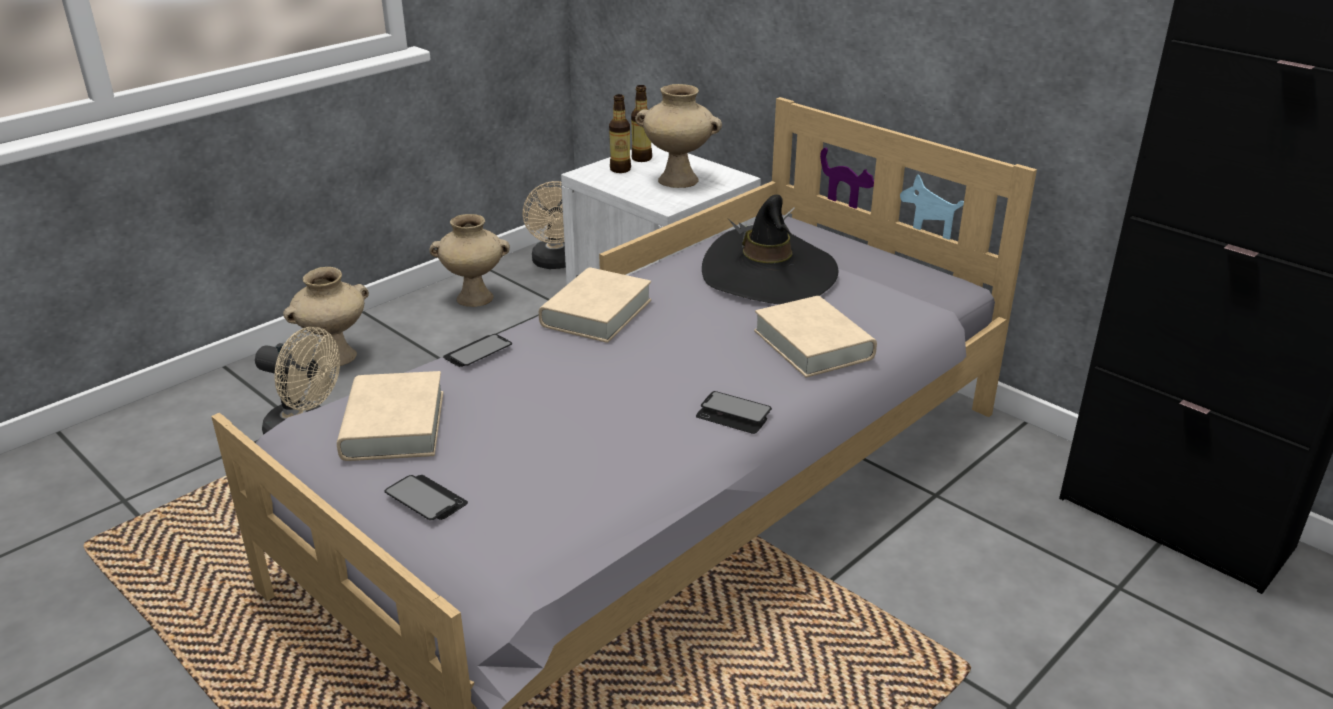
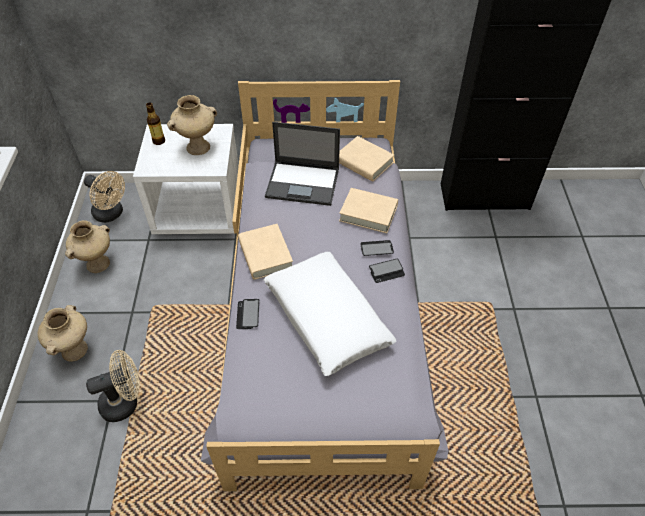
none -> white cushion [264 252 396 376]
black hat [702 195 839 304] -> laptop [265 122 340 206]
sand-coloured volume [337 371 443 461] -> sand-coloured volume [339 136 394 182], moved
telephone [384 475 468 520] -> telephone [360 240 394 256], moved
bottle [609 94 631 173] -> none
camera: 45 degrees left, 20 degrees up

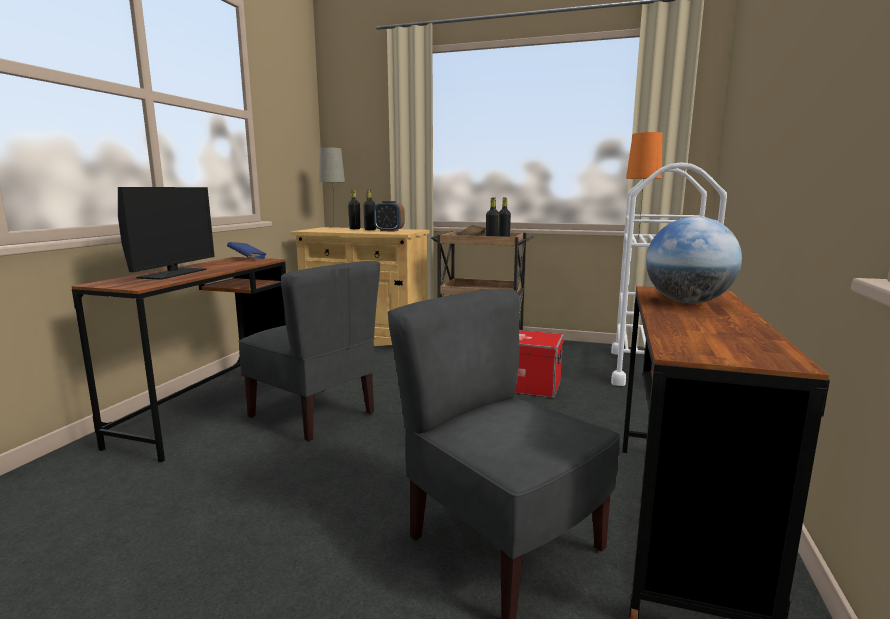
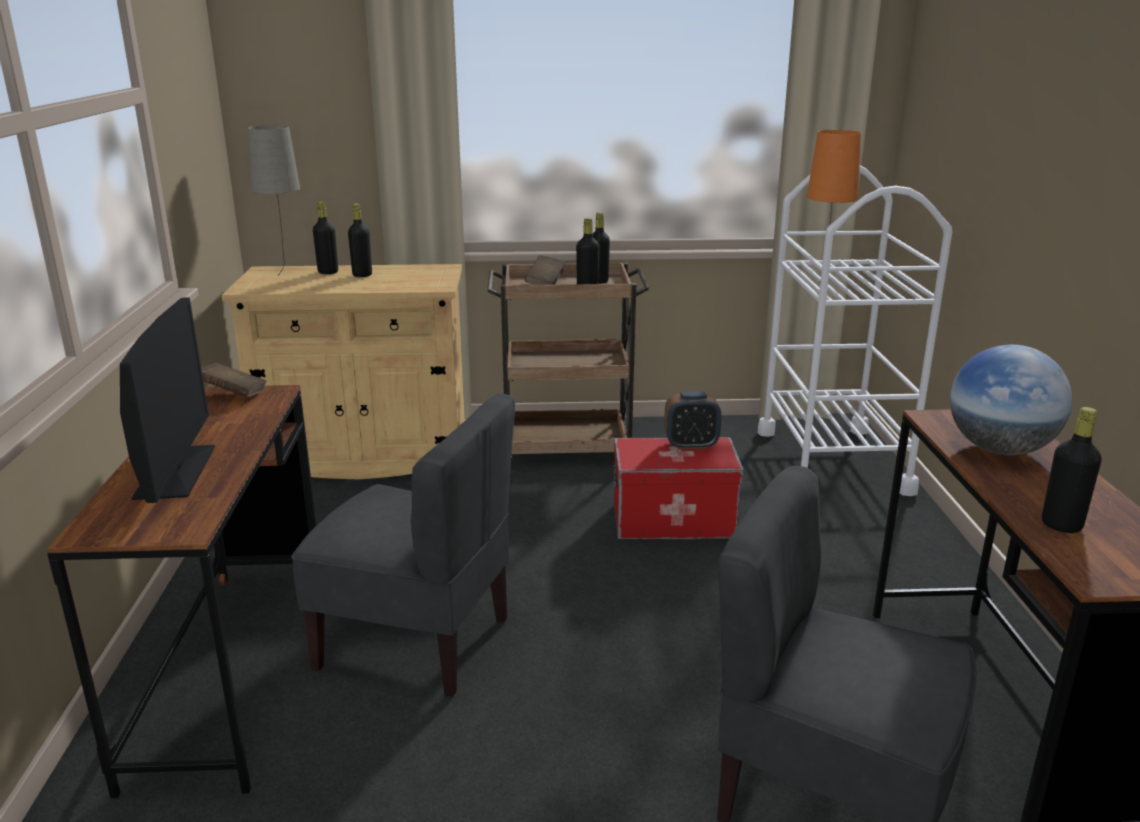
blue-coloured volume [227 242 266 259] -> brown volume [201 363 267 397]
table clock [374 201 405 232] -> table clock [664 391 721 450], moved
none -> black bottle [1042 407 1102 533]
camera: 20 degrees left, 10 degrees up

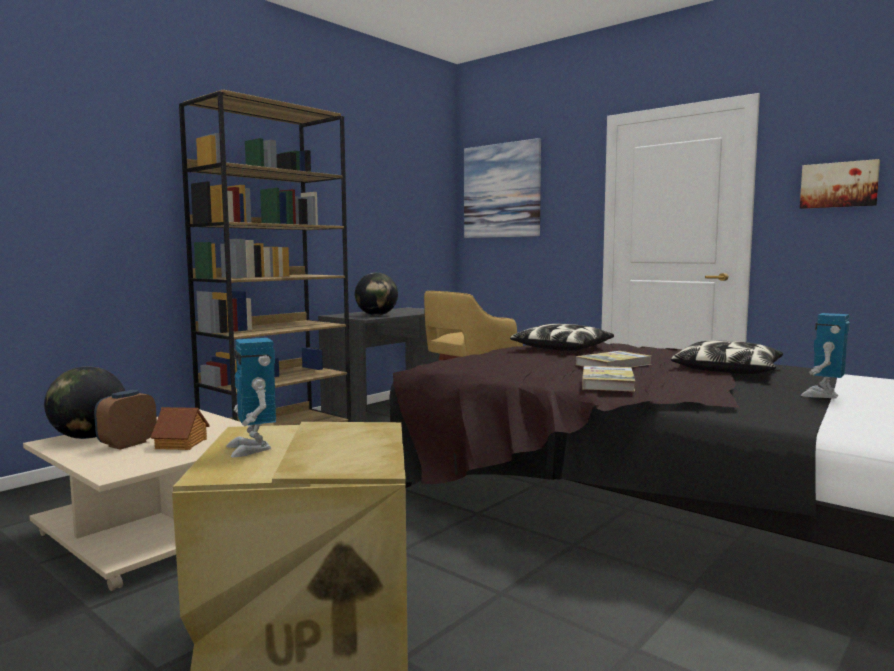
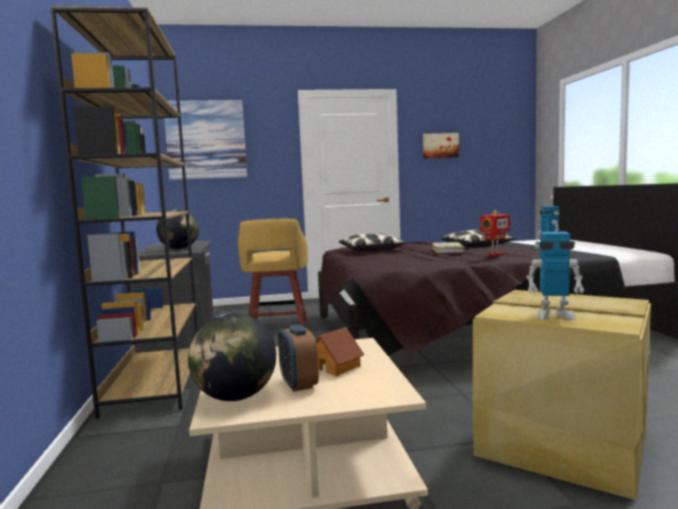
volume [582 366 635 392] -> robot figure [480 210 510 256]
camera: 50 degrees left, 0 degrees up

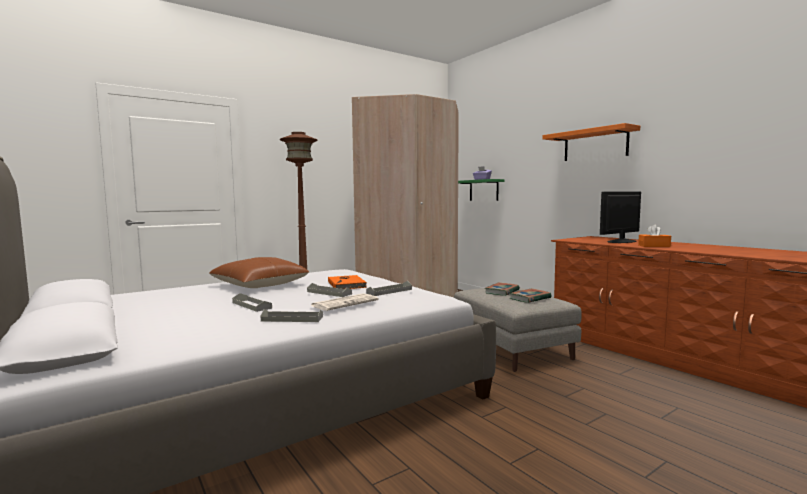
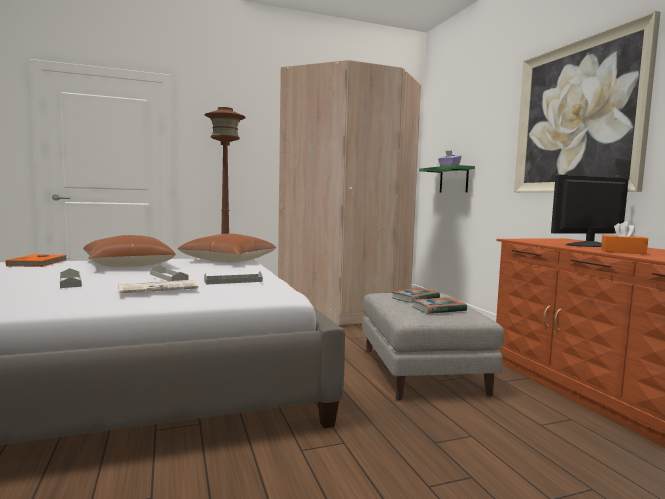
orange-coloured volume [328 275 367 289] -> orange-coloured volume [5 254 69 267], moved
none -> brown cushion [178 233 277 262]
orange-coloured shelf [542 123 640 161] -> wall picture [514 11 661 192]
gray serving tray [260 309 323 322] -> none
camera: 15 degrees right, 0 degrees up

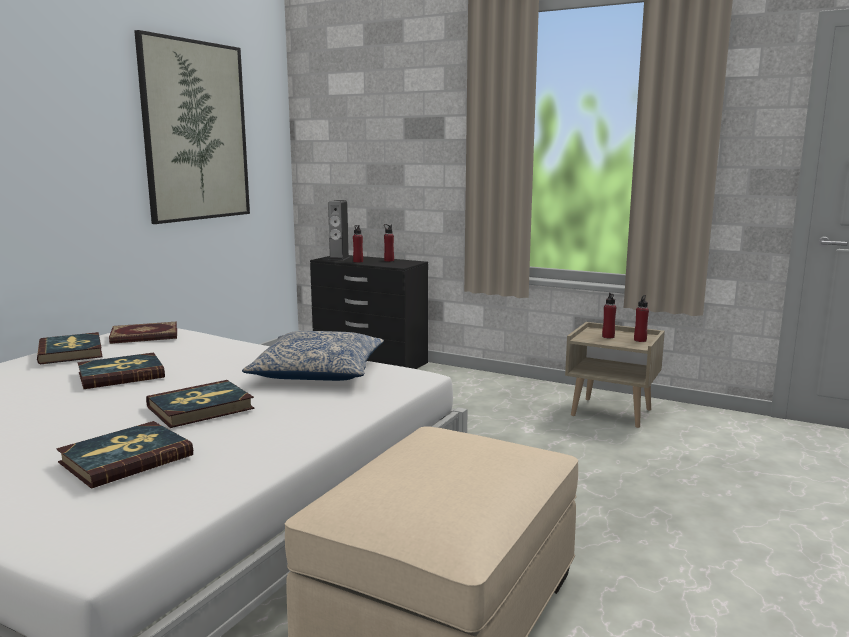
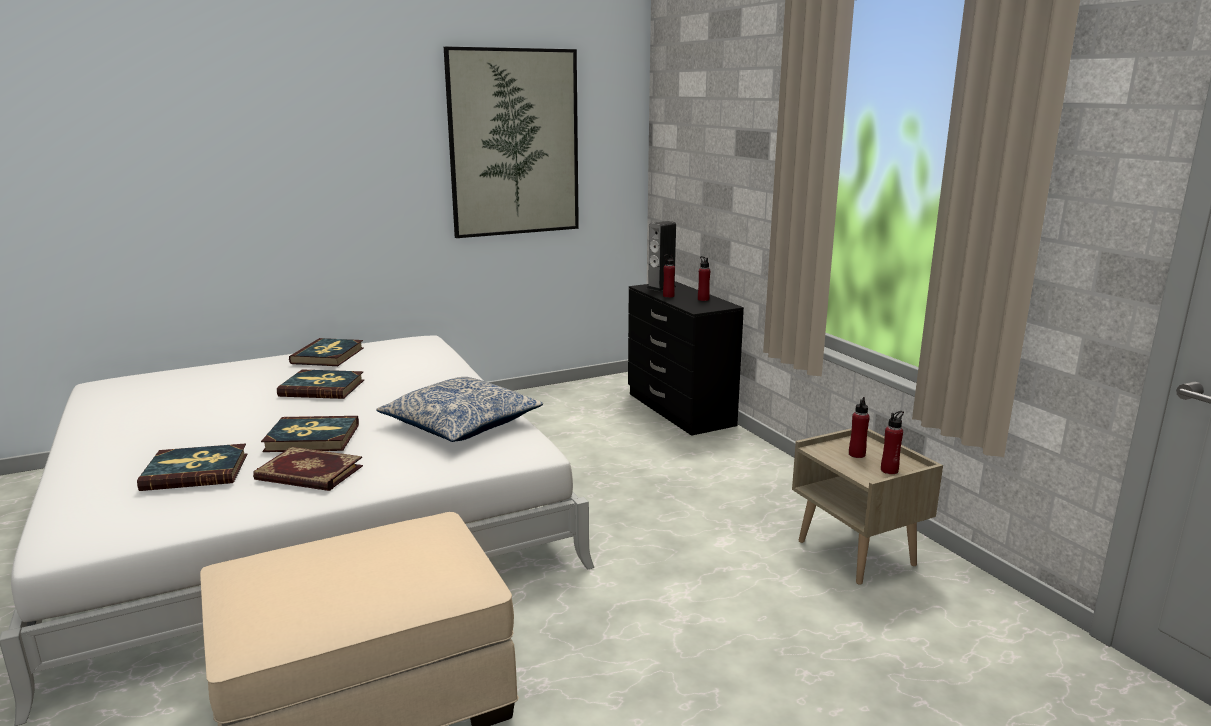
volume [109 321 177 344] -> volume [253 447 363 491], moved
camera: 35 degrees right, 5 degrees up

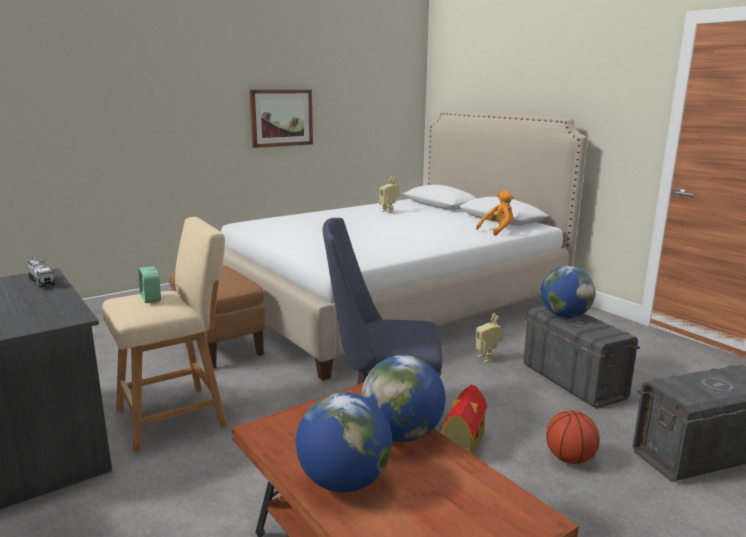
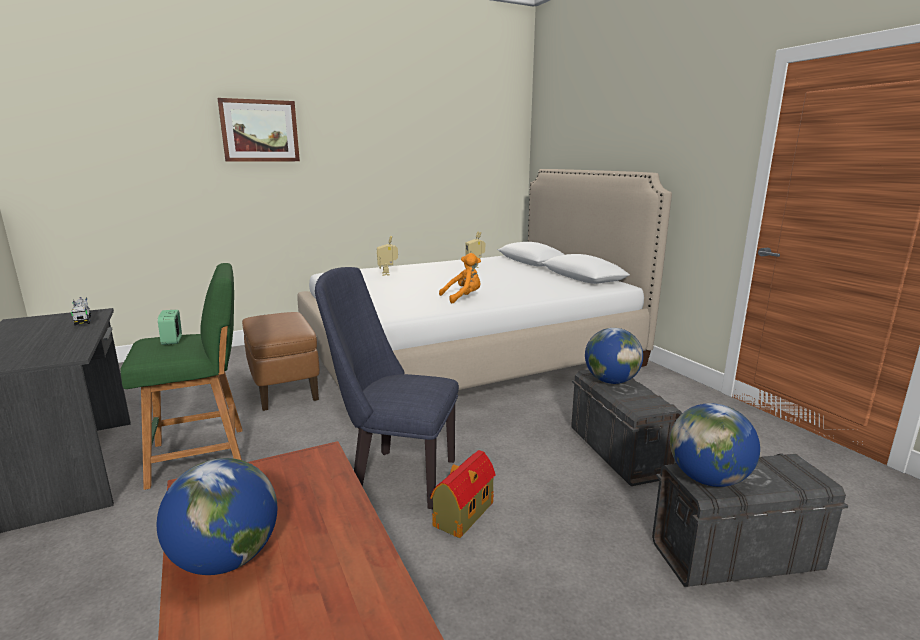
sand-coloured stool seat [102 217 227 453] -> green-coloured stool seat [120 263 242 490]
wall picture [249 90 313 148] -> wall picture [217 98 300 162], moved
robot figure [475 313 503 363] -> robot figure [377 236 398 276], moved
orange-coloured plush toy [476 190 514 236] -> orange-coloured plush toy [439 253 481 303], moved
desk globe [361 355 446 442] -> desk globe [670 403 760 487], moved
basketball ball [546 410 600 464] -> none
camera: 10 degrees right, 0 degrees up

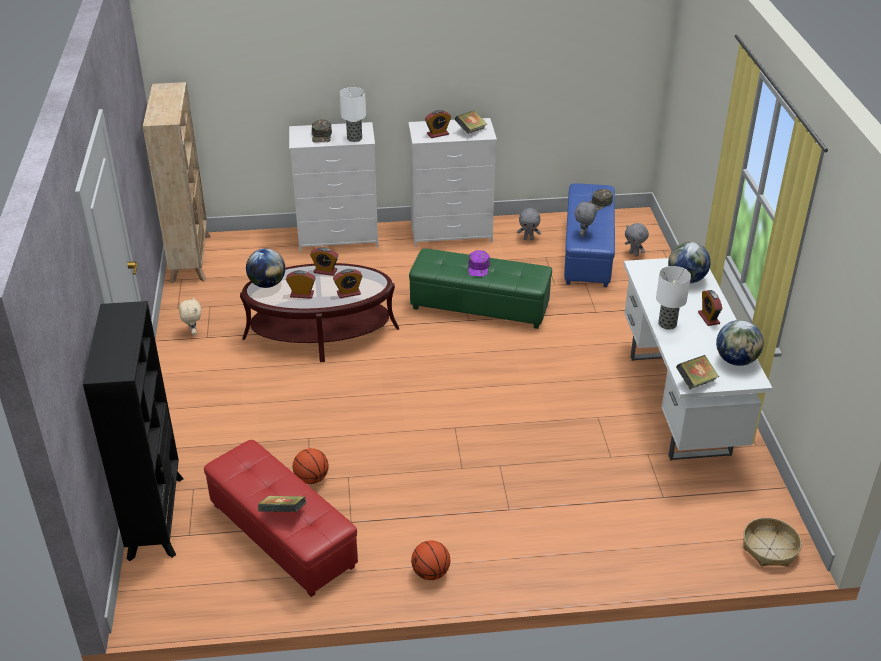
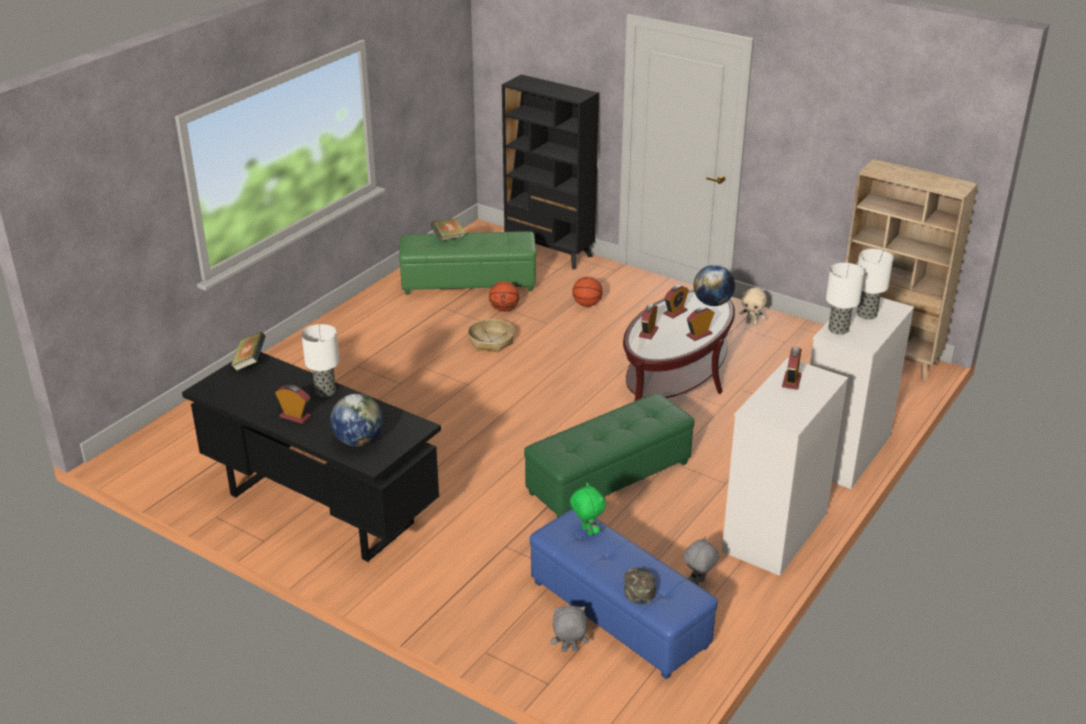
white desk table [624 258 772 461] -> black desk table [182 352 441 562]
reddish pouffe [204 440 358 597] -> green-coloured pouffe [399 231 536 295]
household basket [743 518 802 567] -> household basket [468 319 515 353], moved
gray plush toy [575 200 597 237] -> green-coloured plush toy [570 483 606 536]
basketball ball [411 540 450 580] -> basketball ball [572 277 603 307], moved
green-coloured peaked cap [312 119 332 143] -> tabletop lamp [857 249 893 320]
volume [454 110 487 134] -> none
purple-coloured peaked cap [468 250 490 277] -> none
desk globe [716 320 763 366] -> none
camera: 130 degrees right, 5 degrees down

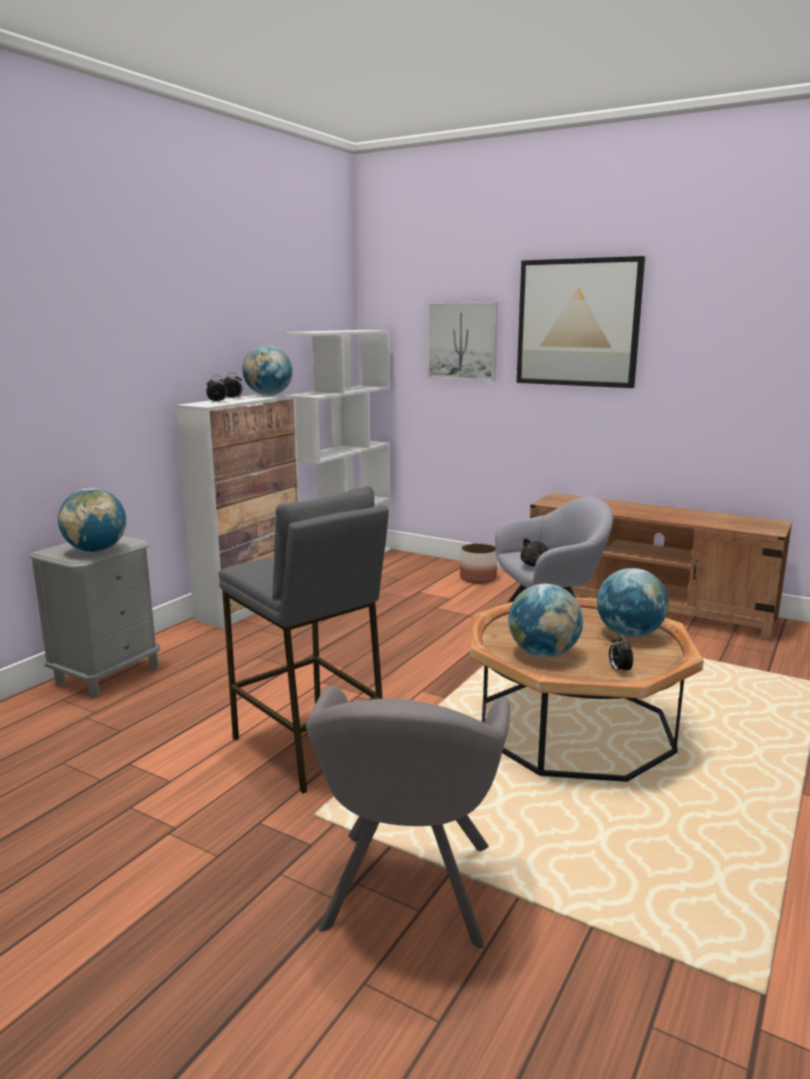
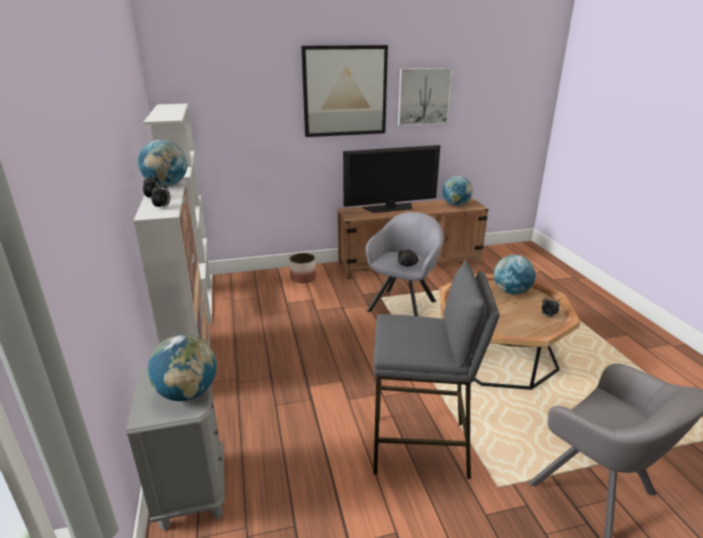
none -> TV [343 145 440 213]
wall picture [428 302 498 381] -> wall picture [398 68 453 126], moved
desk globe [508 584 583 658] -> desk globe [442 176 473 206], moved
camera: 45 degrees left, 10 degrees up

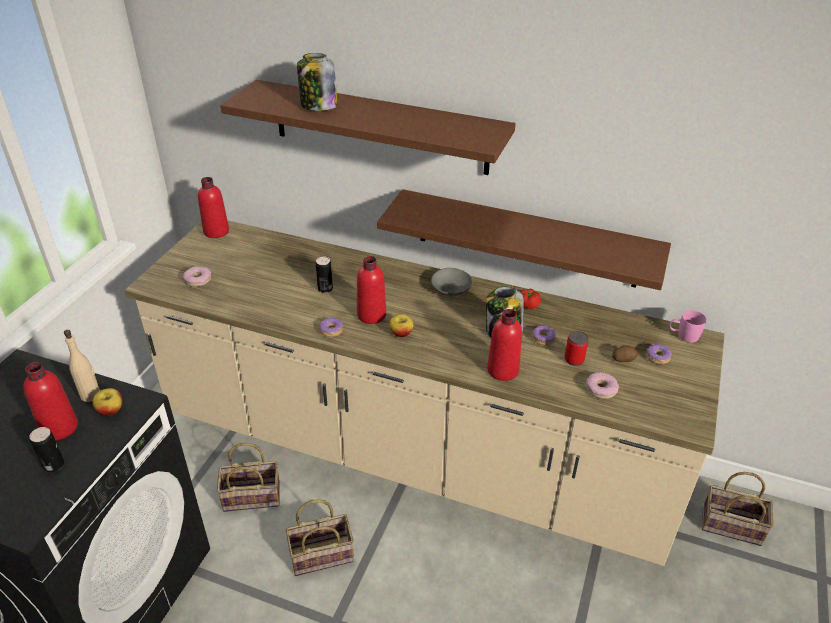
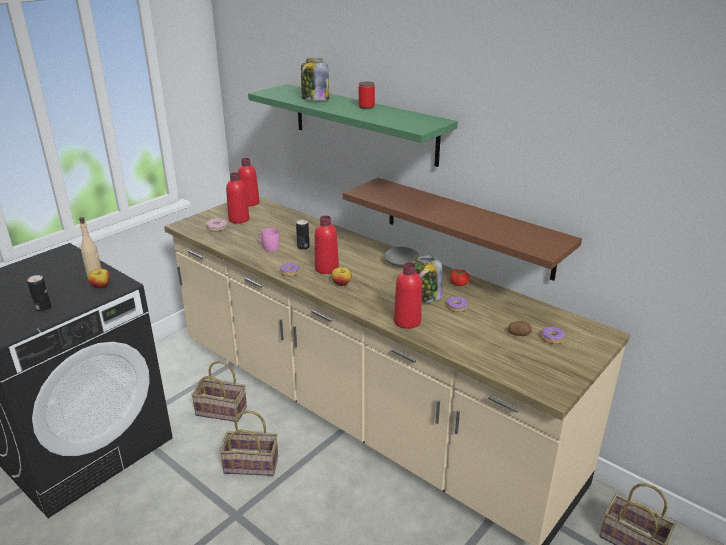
reddish bottle [23 362 78 441] -> reddish bottle [226 172 250 224], moved
brown shelf [220 80 516 175] -> green-coloured shelf [248 84 458 167]
pink-coloured tea mug [670 310 707 343] -> pink-coloured tea mug [258 228 280 252], moved
metal can [564 331 588 366] -> metal can [359 81 375 109], moved
doughnut [586 372 619 399] -> none
camera: 20 degrees right, 10 degrees down

